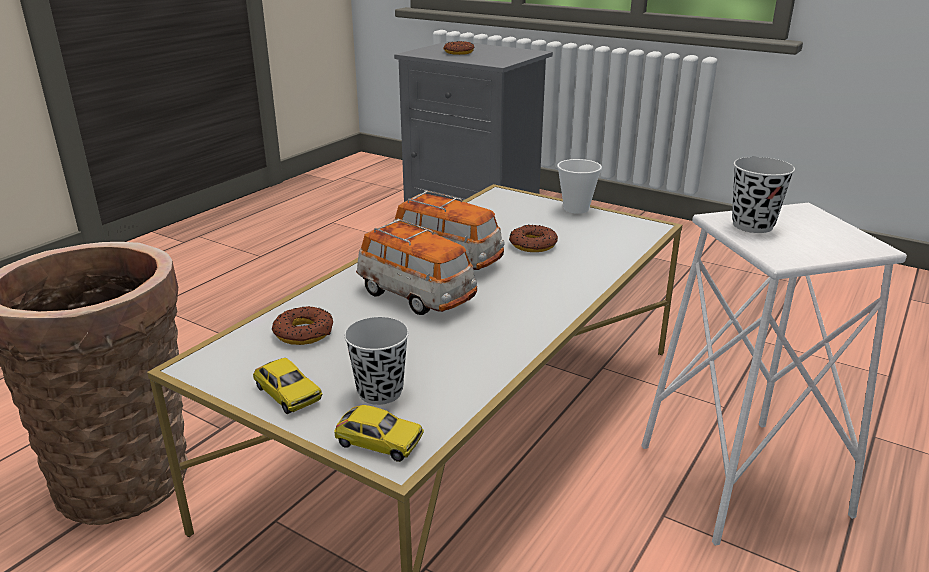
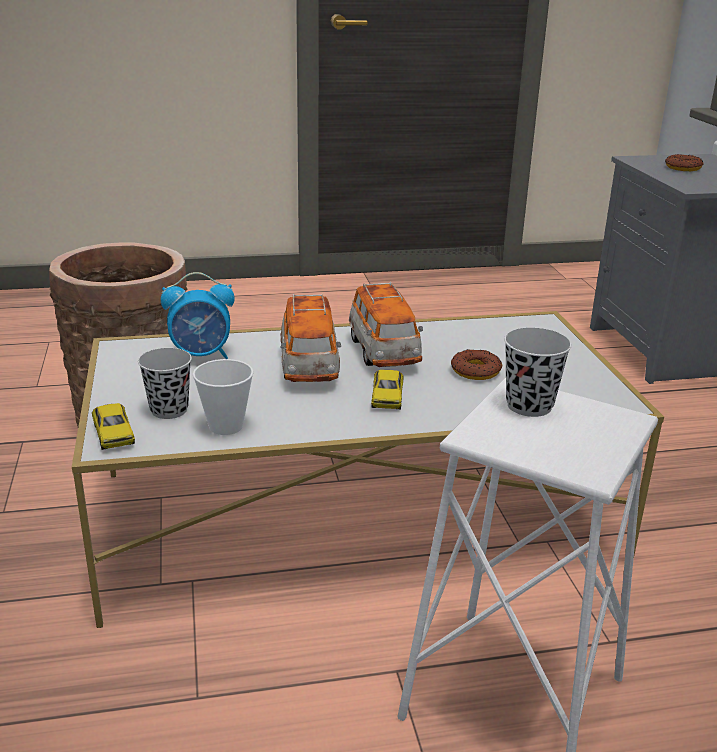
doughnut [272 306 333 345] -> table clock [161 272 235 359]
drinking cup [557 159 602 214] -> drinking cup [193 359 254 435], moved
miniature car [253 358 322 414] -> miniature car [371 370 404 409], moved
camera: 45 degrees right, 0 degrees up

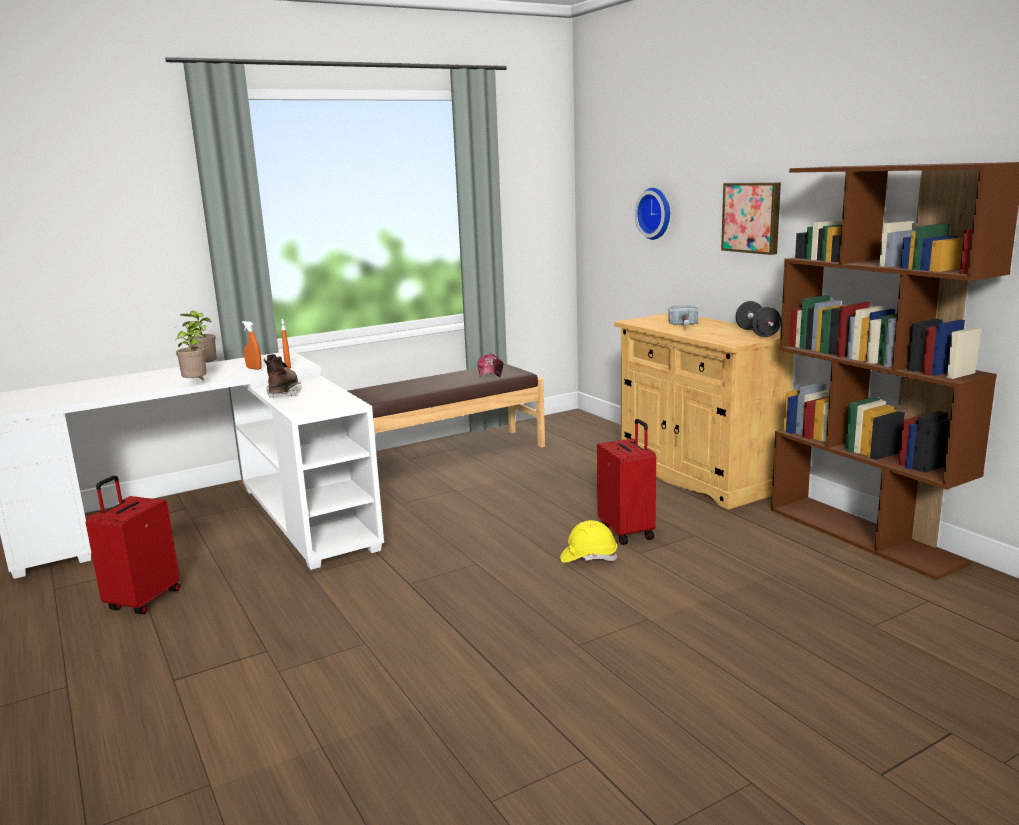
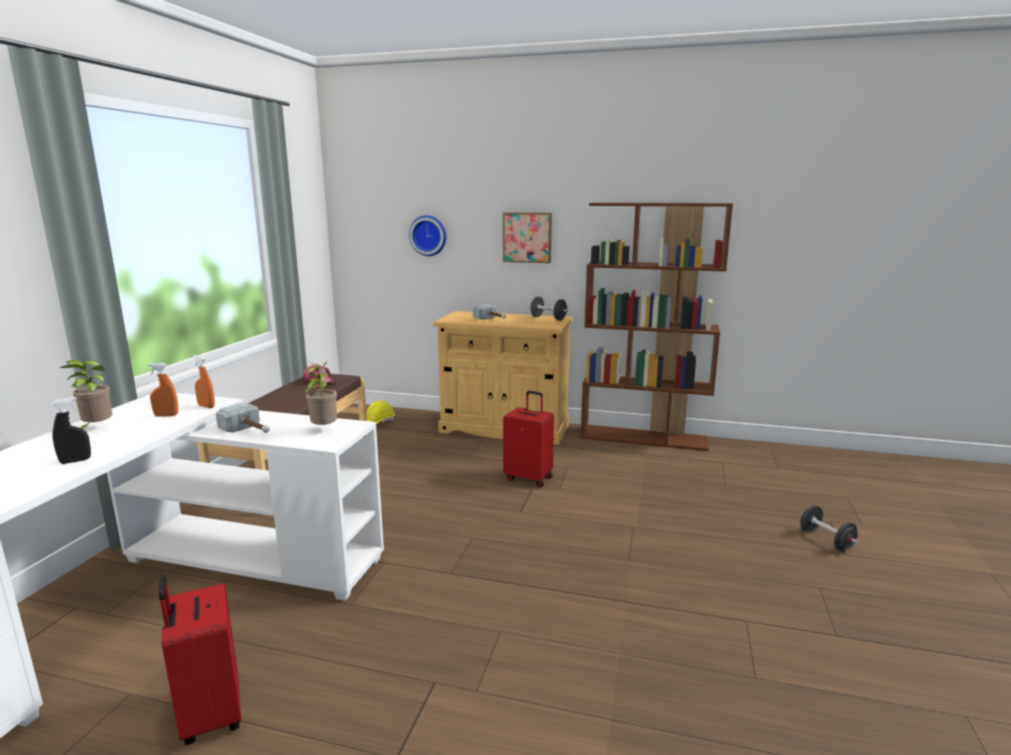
none -> black spray bottle [52 397 91 464]
brown tall boot [264 354 301 397] -> hammer [216 403 270 433]
potted plant [174 321 207 379] -> potted plant [305 362 337 425], moved
yellow hard hat [560 520 618 563] -> yellow hard hat [366 400 395 424], moved
none -> black hand weight [800 505 858 551]
camera: 45 degrees left, 0 degrees up

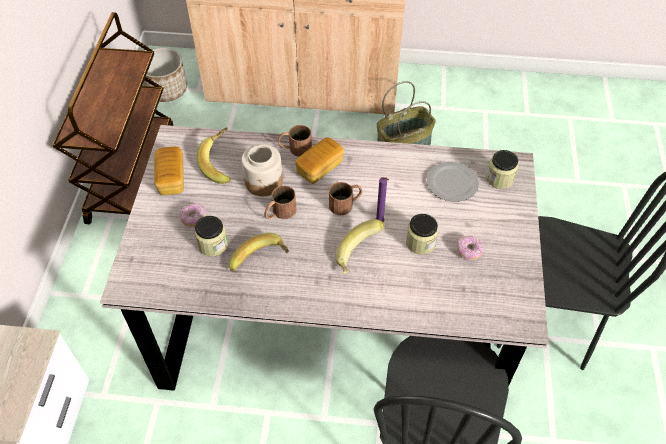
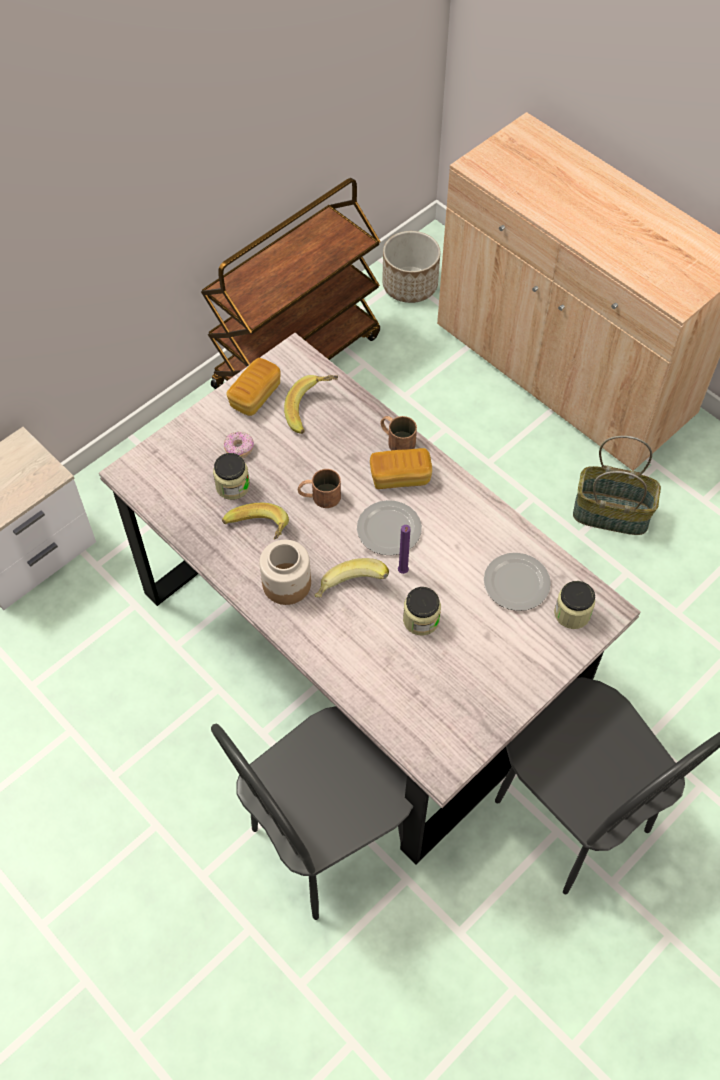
jar [242 144 283 196] -> jar [259 540 311 605], moved
brown tea mug [329 182 362 215] -> flat dish [357 500 422 555]
doughnut [457 236 483 260] -> none
camera: 40 degrees right, 5 degrees up

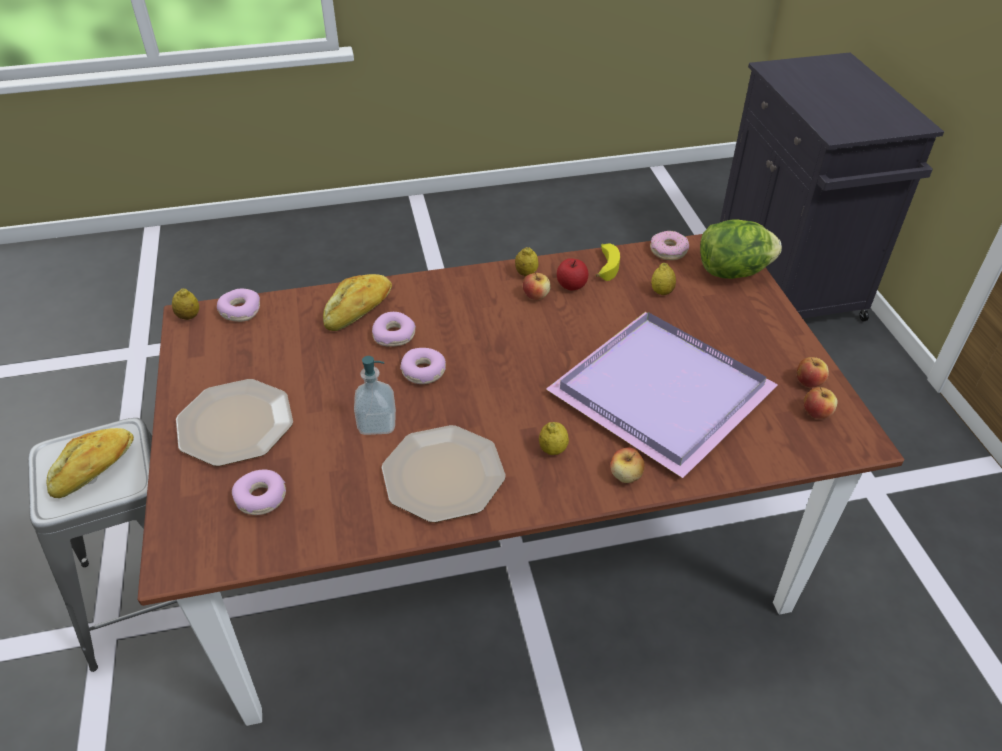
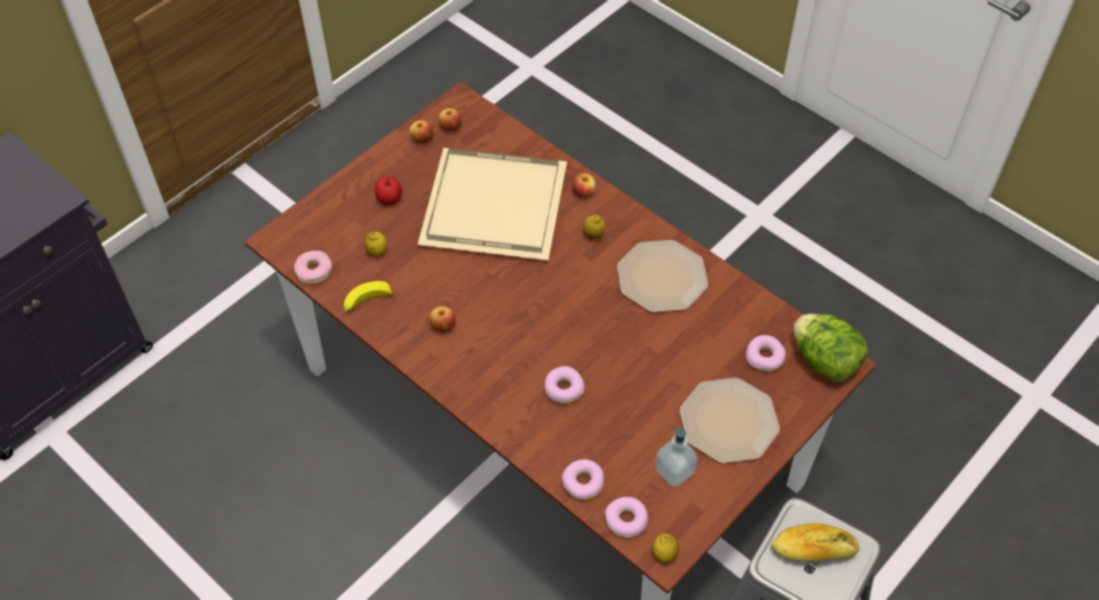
whole apple [557 258 589 291] -> whole apple [375 176 402 205], moved
purple-coloured serving tray [546 312 778 478] -> sand-coloured serving tray [417 148 567 260]
doughnut [400 348 446 384] -> doughnut [561 459 604 500], moved
soap dispenser [354 356 396 435] -> soap dispenser [655 426 698 487], moved
lettuce [700 219 782 279] -> lettuce [794 314 868 382], moved
baked bread [323 274 392 331] -> none
citrus fruit [515 247 539 276] -> none
camera: 125 degrees left, 10 degrees up

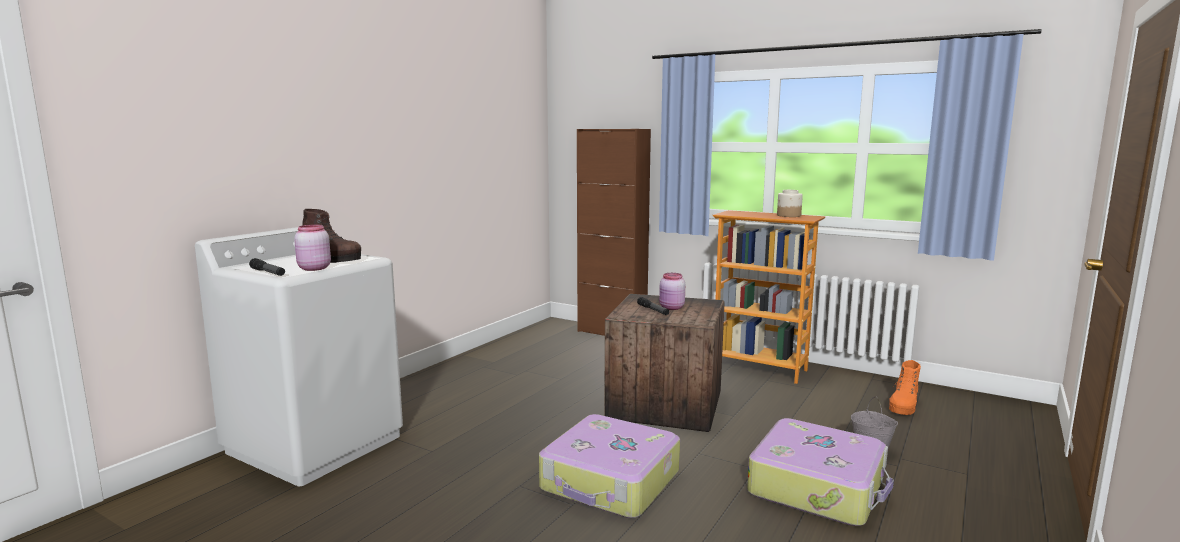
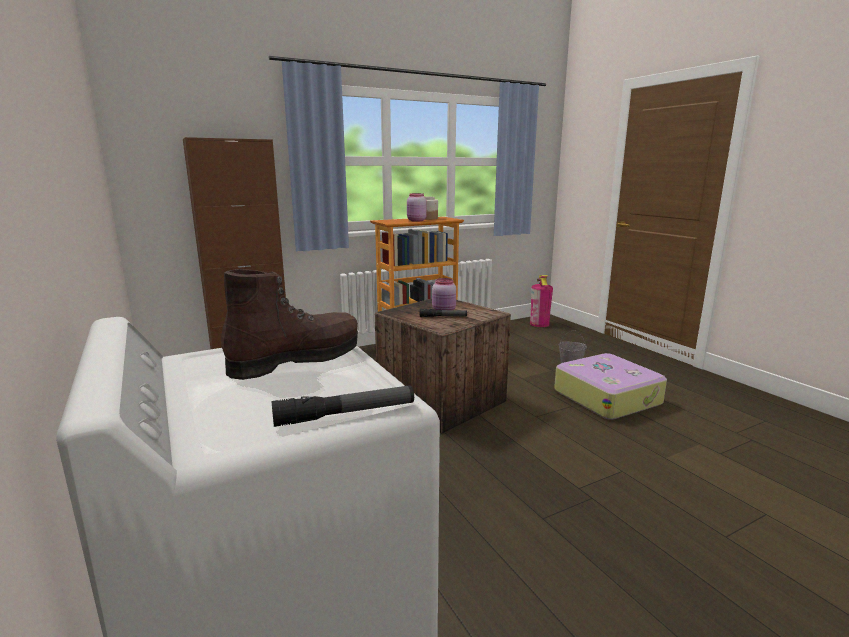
pink-coloured jar [294 225 331 271] -> pink-coloured jar [407 193 427 222], moved
none -> fire-fighting cylinder [530 275 553 327]
suitcase [539 414 680 518] -> none
orange-coloured tall boot [889 360 921 415] -> none
camera: 60 degrees left, 5 degrees up

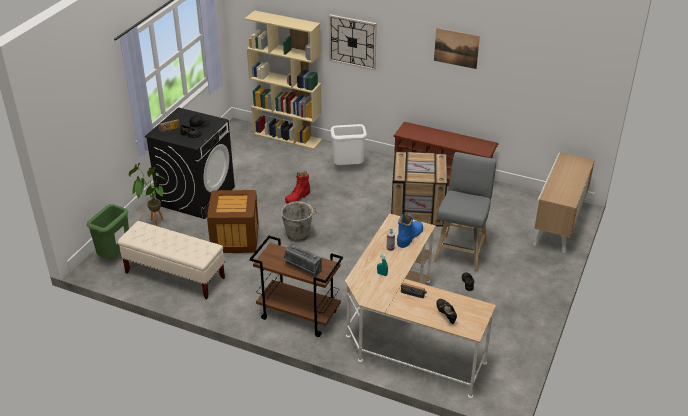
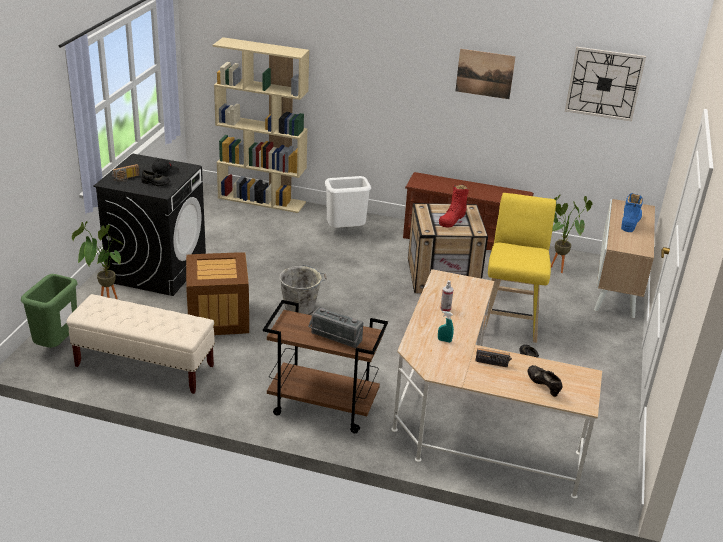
reddish tall boot [285 171 310 204] -> reddish tall boot [439 184 469 227], moved
gray stool seat [434 152 496 271] -> yellow stool seat [485 193 556 343]
none -> potted plant [551 195 592 273]
clock on the wall [329 14 377 70] -> clock on the wall [565 47 646 121], moved
blue-coloured tall boot [397 213 423 248] -> blue-coloured tall boot [621 193 643 232], moved
camera: 10 degrees left, 5 degrees down

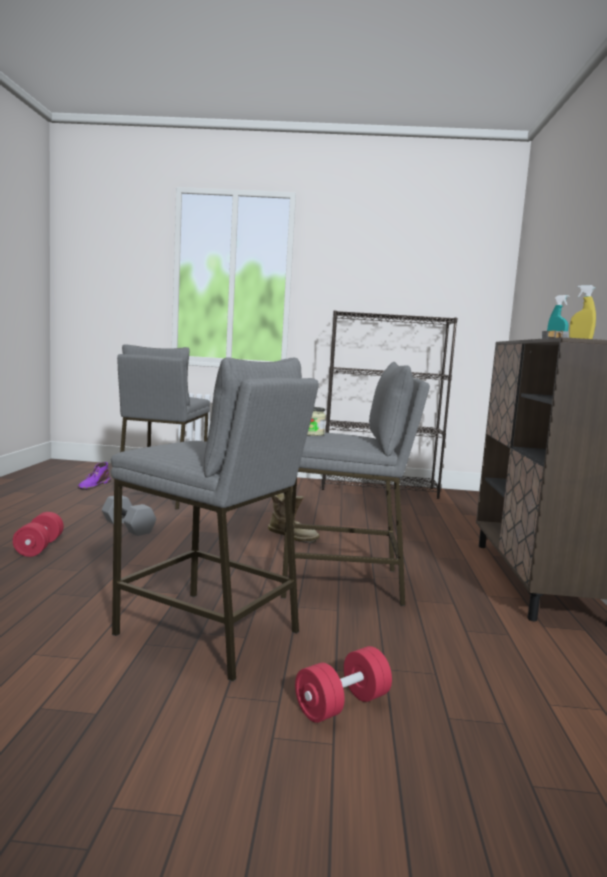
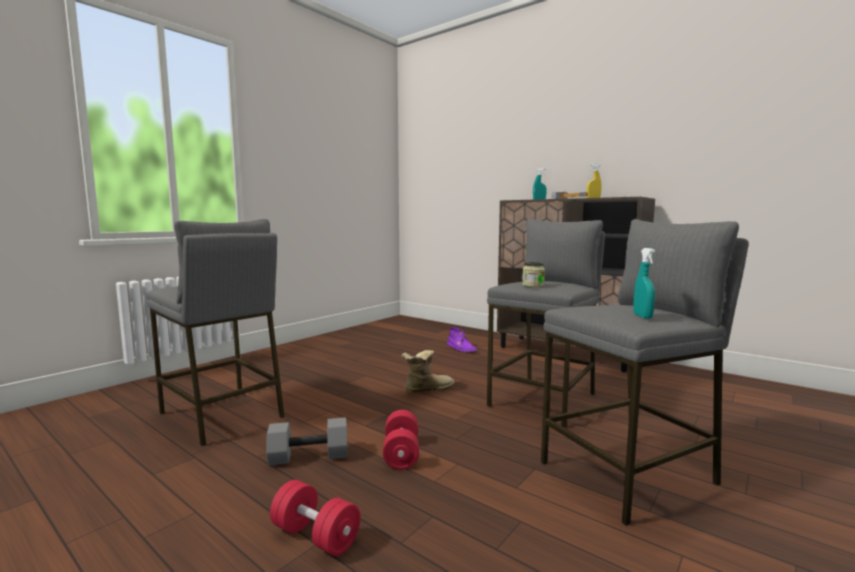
reddish hand weight [295 646 392 723] -> reddish hand weight [383 410 419 470], moved
purple-coloured tall boot [77 462 111 490] -> purple-coloured tall boot [447 327 478 353], moved
none -> turquoise spray bottle [633 248 655 319]
black shelving unit [322 311 457 499] -> none
camera: 55 degrees left, 0 degrees up

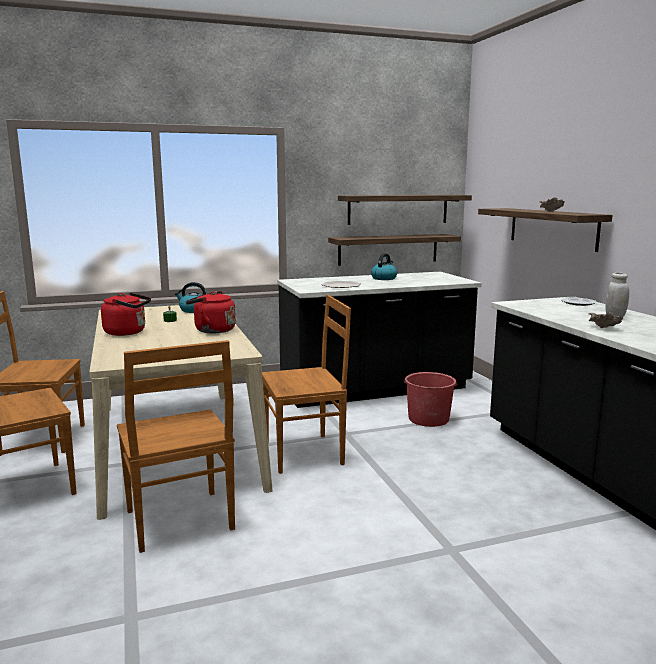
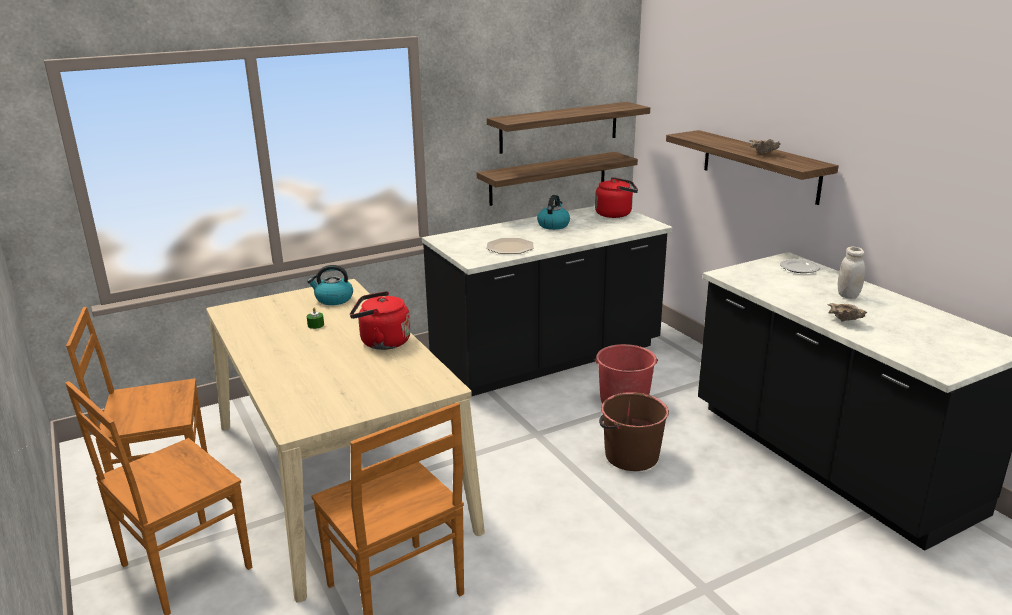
reddish tea kettle [101 293 151 336] -> reddish tea kettle [595 177 638 218], moved
none -> brown pail [599 392 669 471]
brown plain chair [262 295 351 474] -> none
camera: 10 degrees left, 10 degrees up

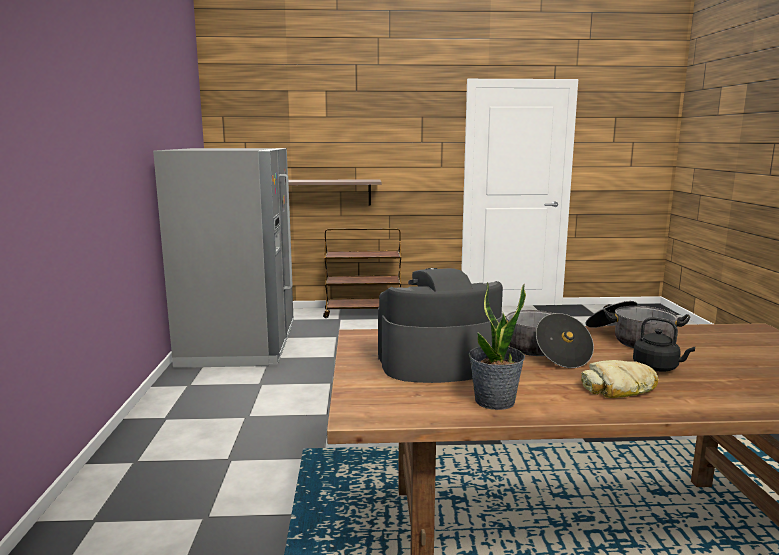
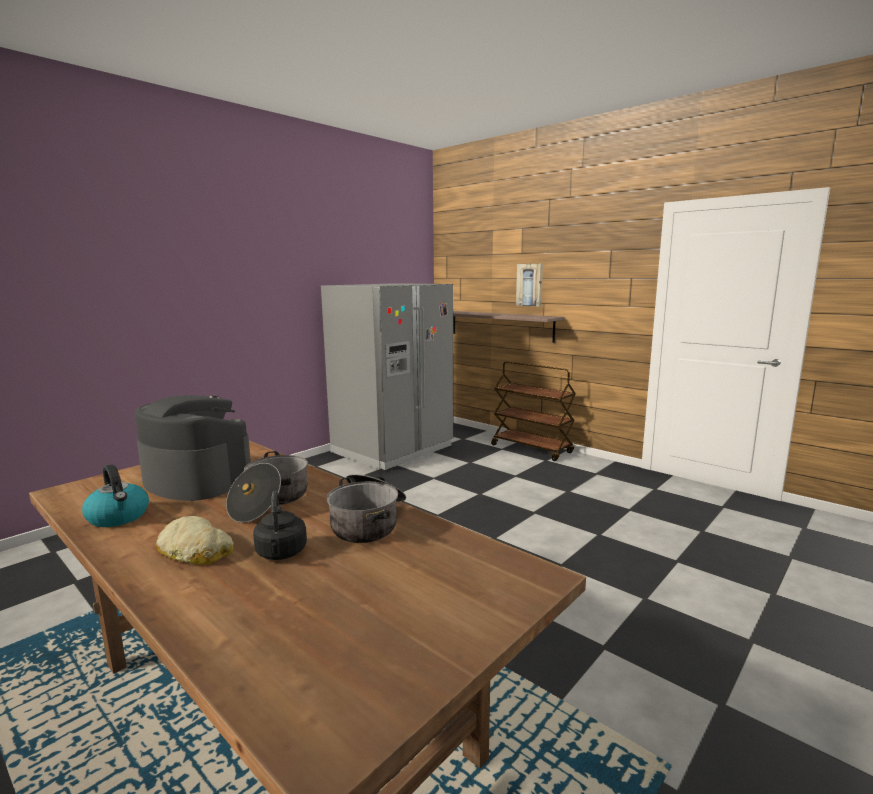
potted plant [469 282 526 410] -> tea kettle [82 464 149 527]
none -> wall picture [516 264 543 307]
camera: 45 degrees right, 0 degrees up

